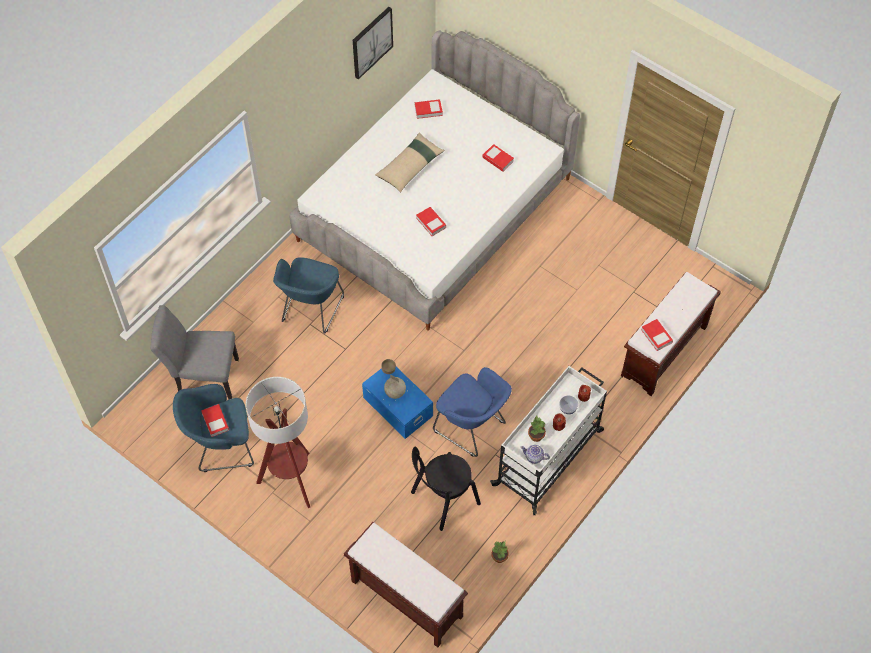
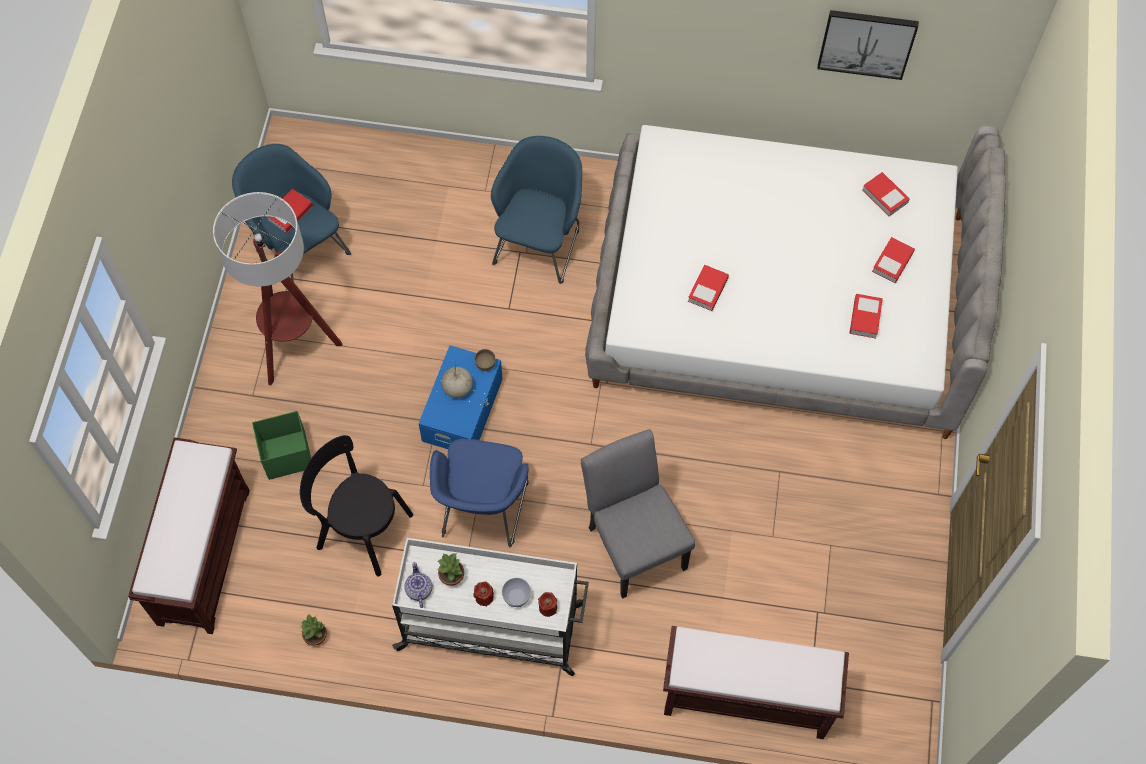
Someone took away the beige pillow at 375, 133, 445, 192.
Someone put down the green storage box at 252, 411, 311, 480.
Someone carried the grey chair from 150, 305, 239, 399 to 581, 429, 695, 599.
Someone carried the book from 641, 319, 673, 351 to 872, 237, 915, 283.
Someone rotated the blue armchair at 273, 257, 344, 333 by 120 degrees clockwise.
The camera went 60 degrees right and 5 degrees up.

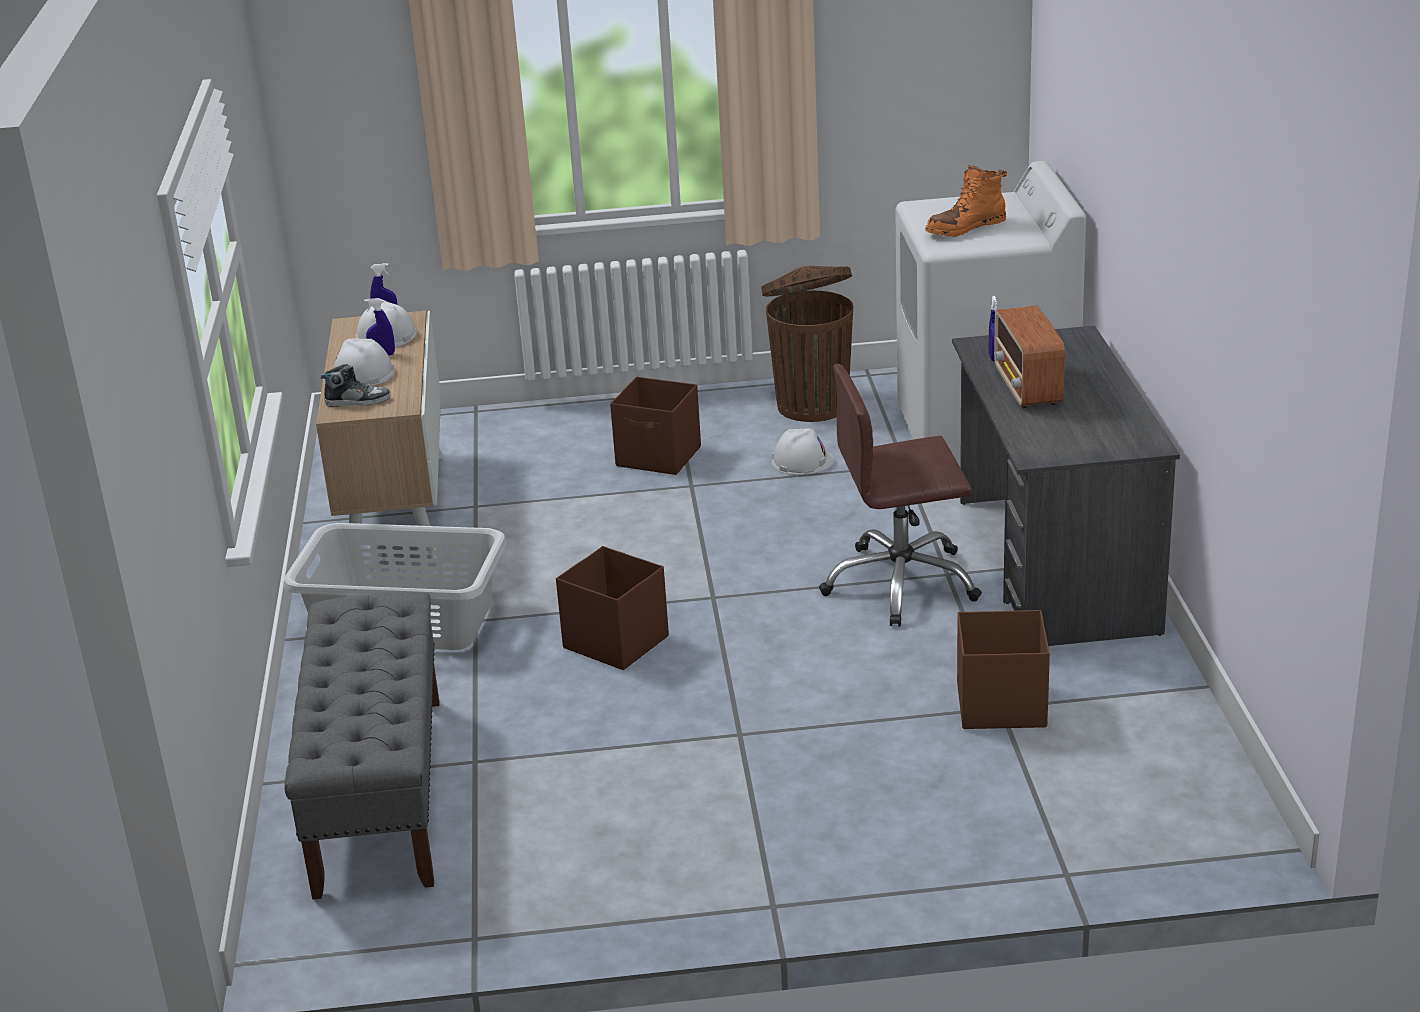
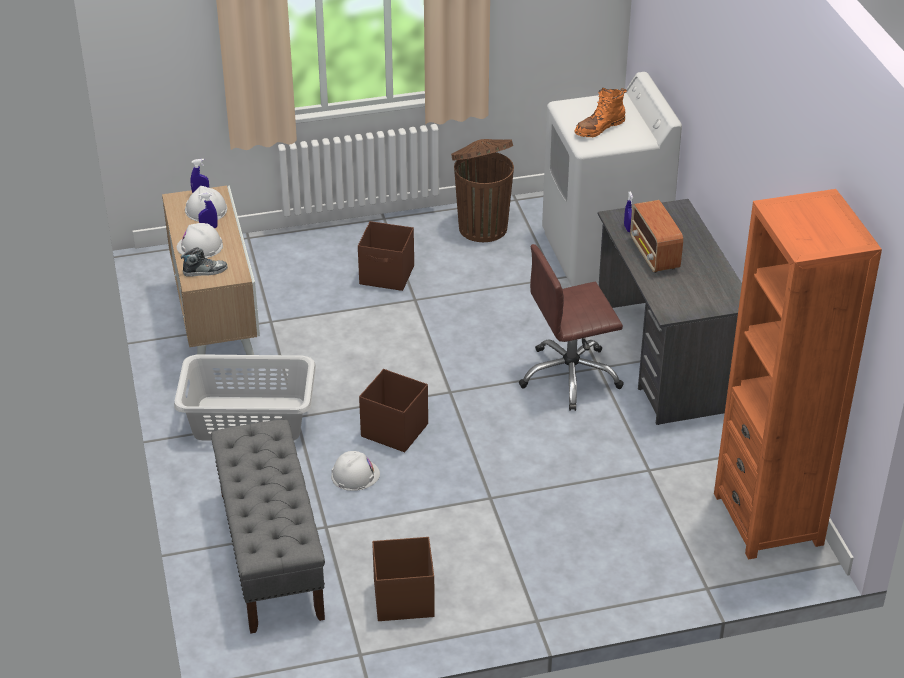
Someone put down the orange bookcase at 714, 189, 882, 560.
Someone carried the white hard hat from 771, 429, 835, 475 to 331, 451, 380, 491.
Someone carried the brown storage box from 957, 610, 1050, 729 to 372, 537, 435, 621.
The camera went 10 degrees left and 10 degrees up.

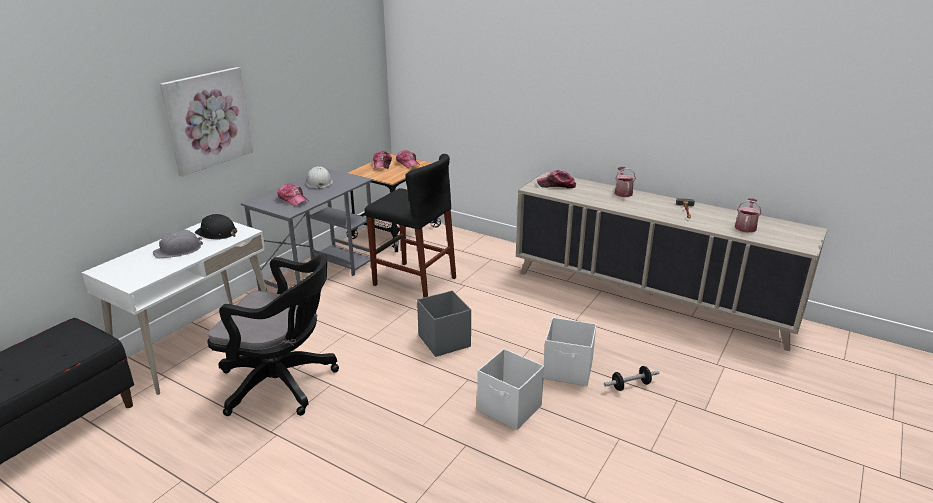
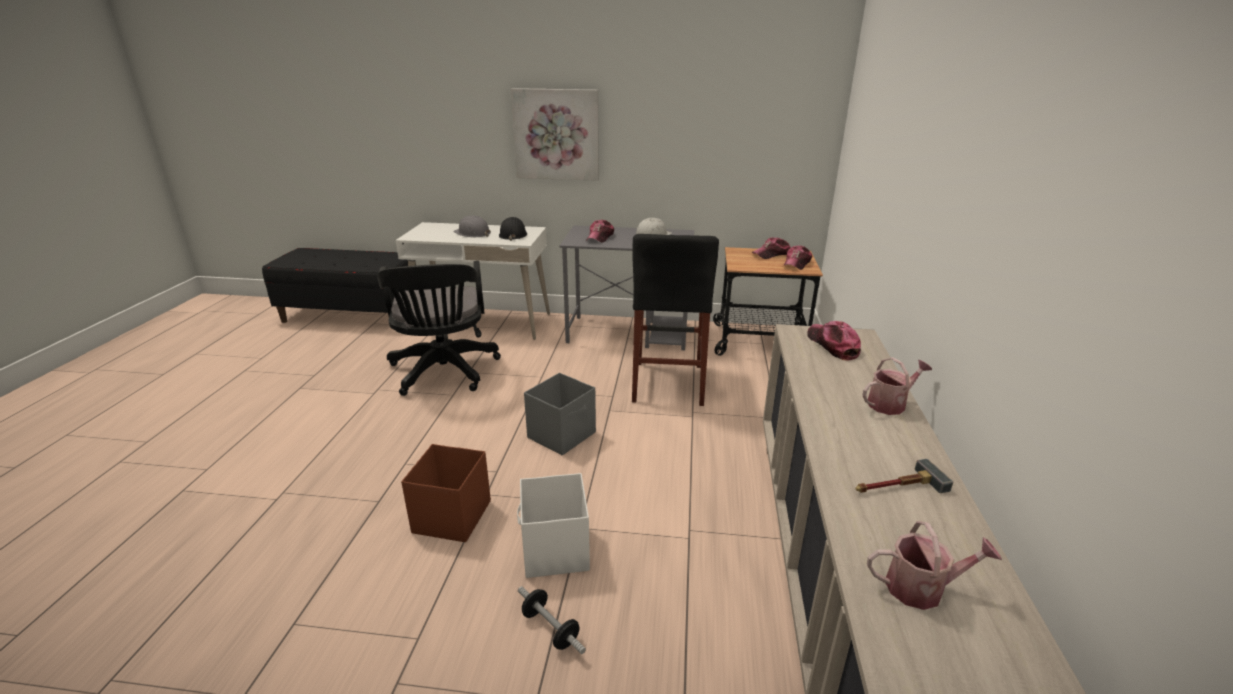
Someone repainted the white storage box at 477, 349, 544, 430, which became the brown storage box at 401, 444, 491, 542.
The camera went 65 degrees right and 0 degrees up.

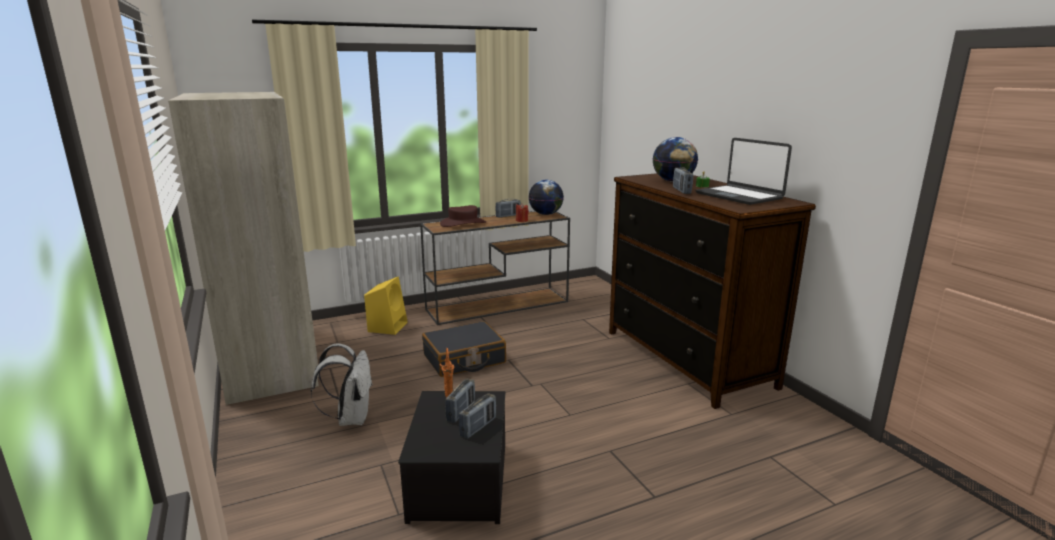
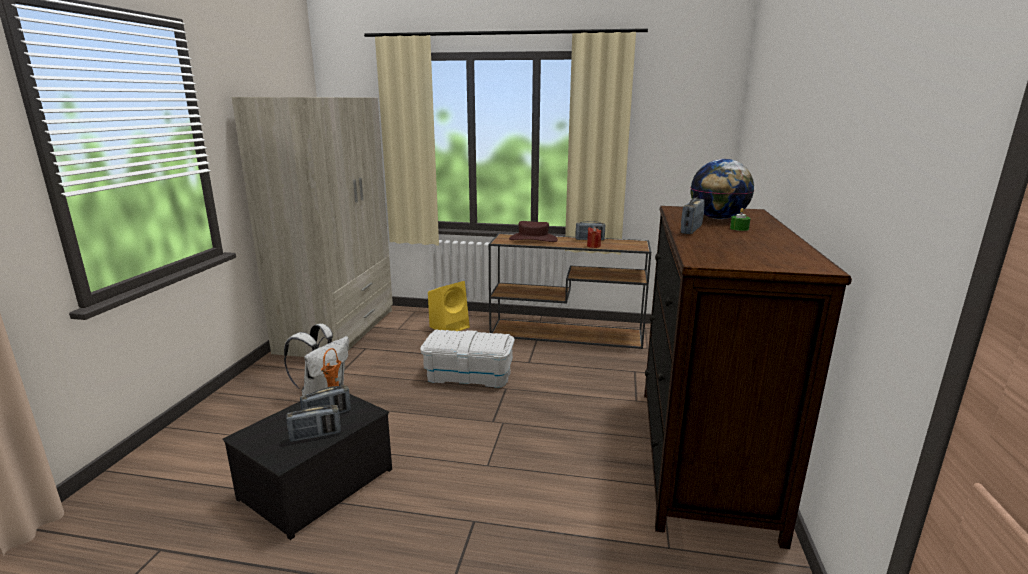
Someone took away the globe at 529, 180, 564, 215.
Someone took away the laptop at 695, 138, 792, 205.
Someone swapped the black suitcase at 422, 321, 506, 377 for the white storage box at 420, 330, 515, 388.
The camera went 35 degrees right and 0 degrees up.

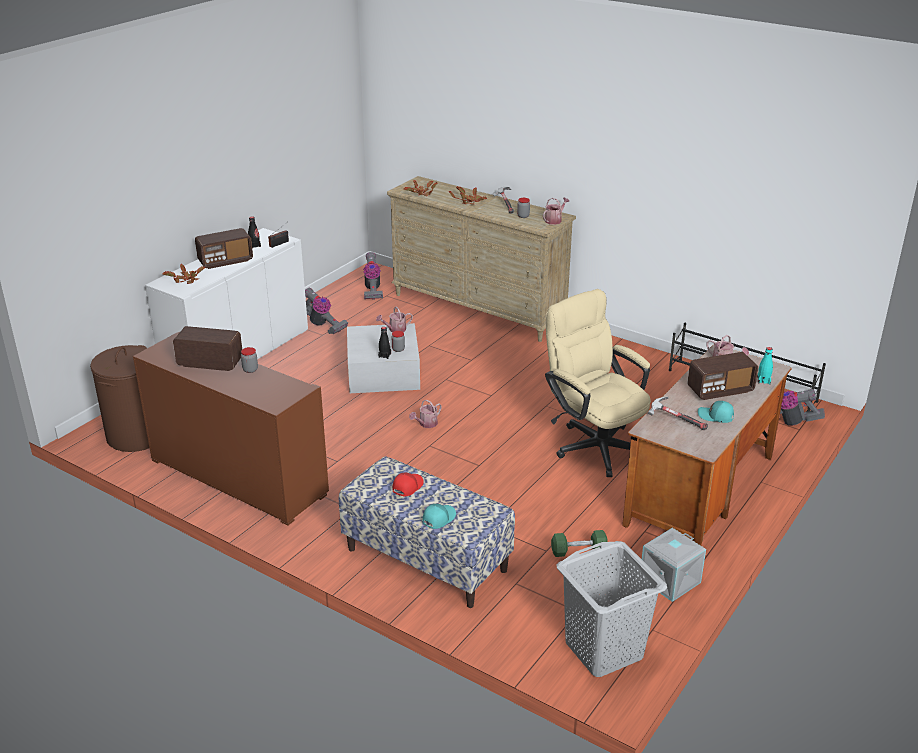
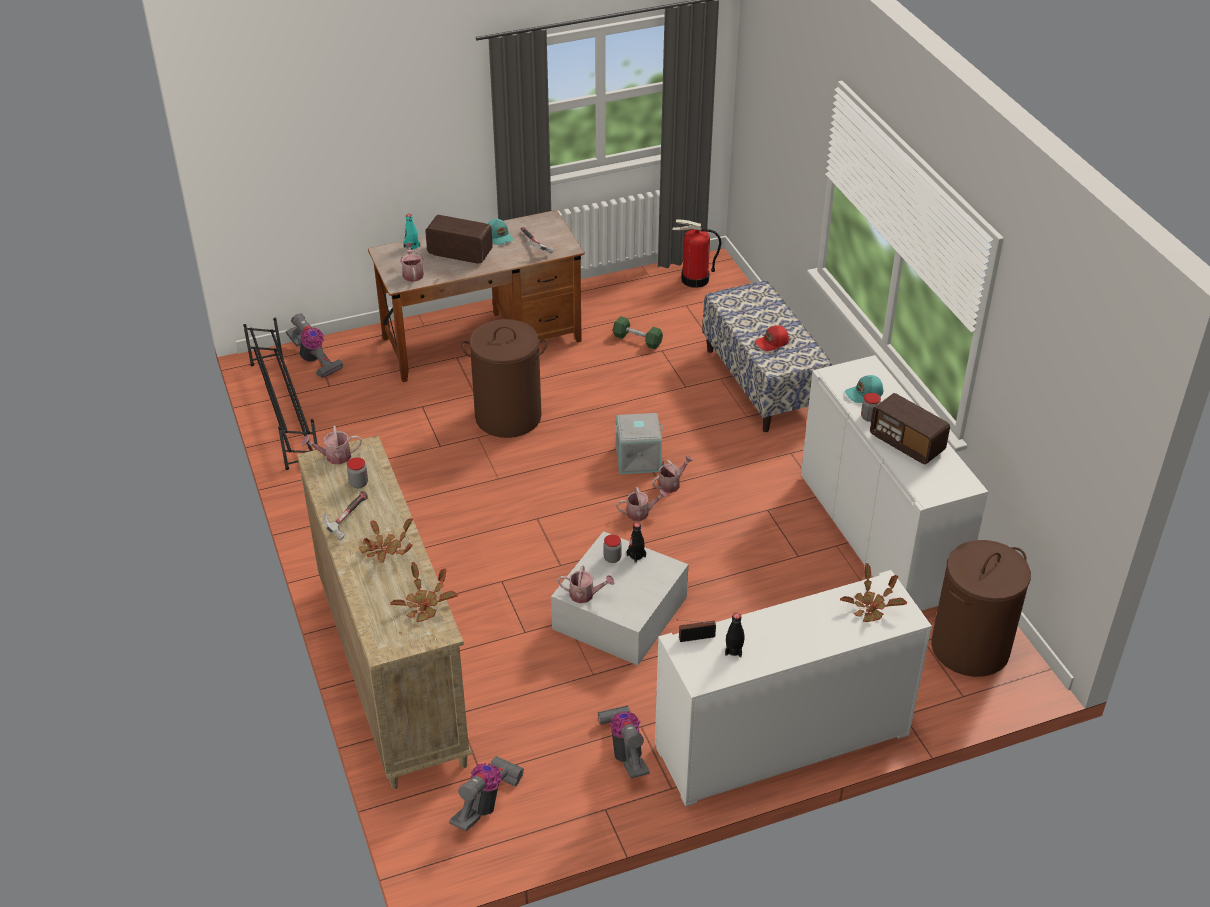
Someone took away the radio at 195, 228, 253, 269.
Someone put down the watering can at 652, 455, 694, 493.
Someone carried the turquoise cap from 422, 504, 456, 529 to 845, 375, 883, 403.
Someone carried the grey storage box from 642, 528, 706, 602 to 615, 413, 663, 474.
Someone swapped the beige office chair at 545, 289, 651, 477 for the brown laundry basket at 461, 319, 548, 438.
Someone swapped the grey laundry basket at 556, 541, 667, 677 for the fire extinguisher at 672, 220, 721, 288.
Someone repainted the brown cabinet at 133, 332, 329, 526, which became the white cabinet at 801, 355, 988, 611.
The camera went 145 degrees left and 10 degrees up.

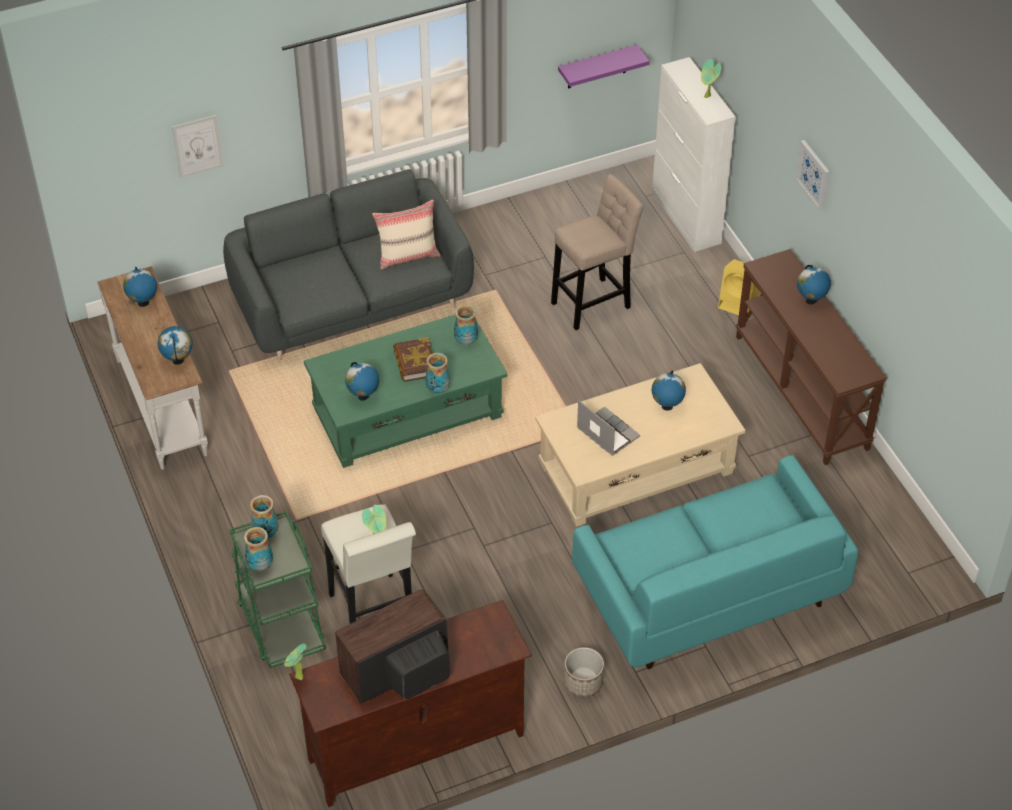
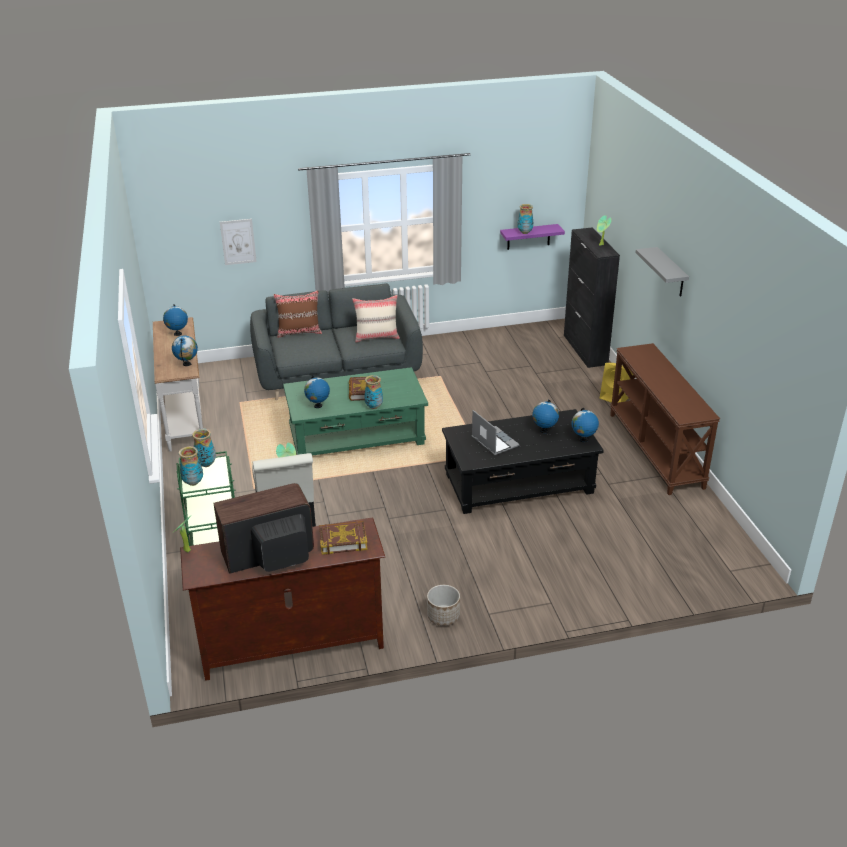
Someone took away the beige stool at 551, 174, 644, 330.
Someone took away the turquoise sofa at 572, 455, 858, 669.
Someone put down the brown pillow at 273, 290, 322, 338.
Someone put down the book at 319, 521, 368, 555.
Someone carried the vase from 454, 305, 478, 345 to 518, 204, 533, 234.
Someone carried the globe from 797, 265, 831, 304 to 572, 408, 599, 442.
Someone swapped the picture at 795, 140, 829, 211 for the grey shelf at 636, 247, 689, 297.
Someone repainted the beige coffee table at 535, 363, 745, 527, which became the black coffee table at 442, 409, 604, 514.
Someone repainted the white cabinet at 652, 57, 736, 252, which became the black cabinet at 564, 227, 620, 368.
The camera went 10 degrees right and 15 degrees down.

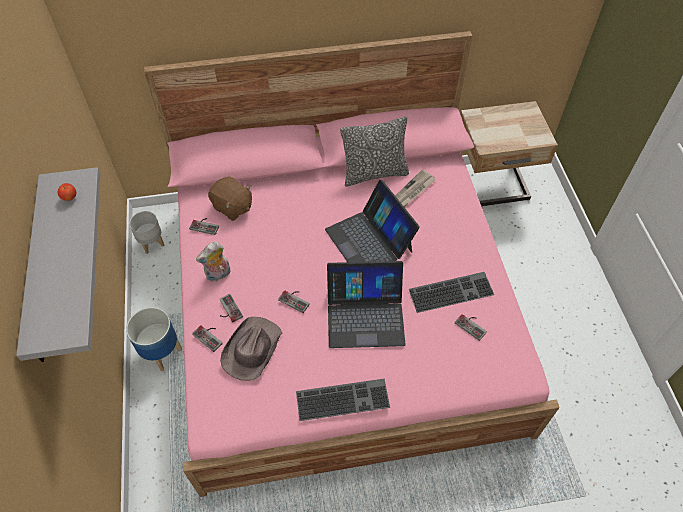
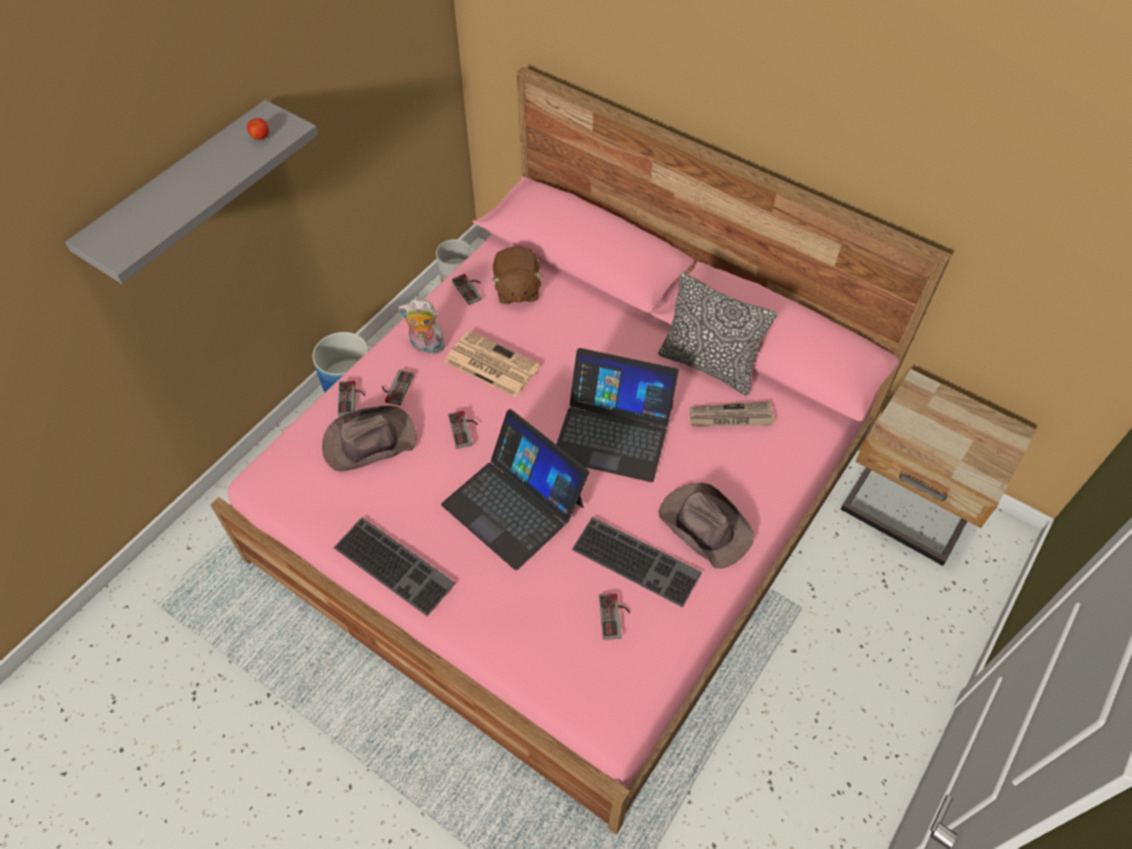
Someone put down the newspaper at 445, 330, 540, 398.
Someone put down the brown hat at 658, 483, 754, 569.
Someone rotated the laptop at 325, 180, 420, 262 by 90 degrees counterclockwise.
The camera went 45 degrees right and 0 degrees up.

